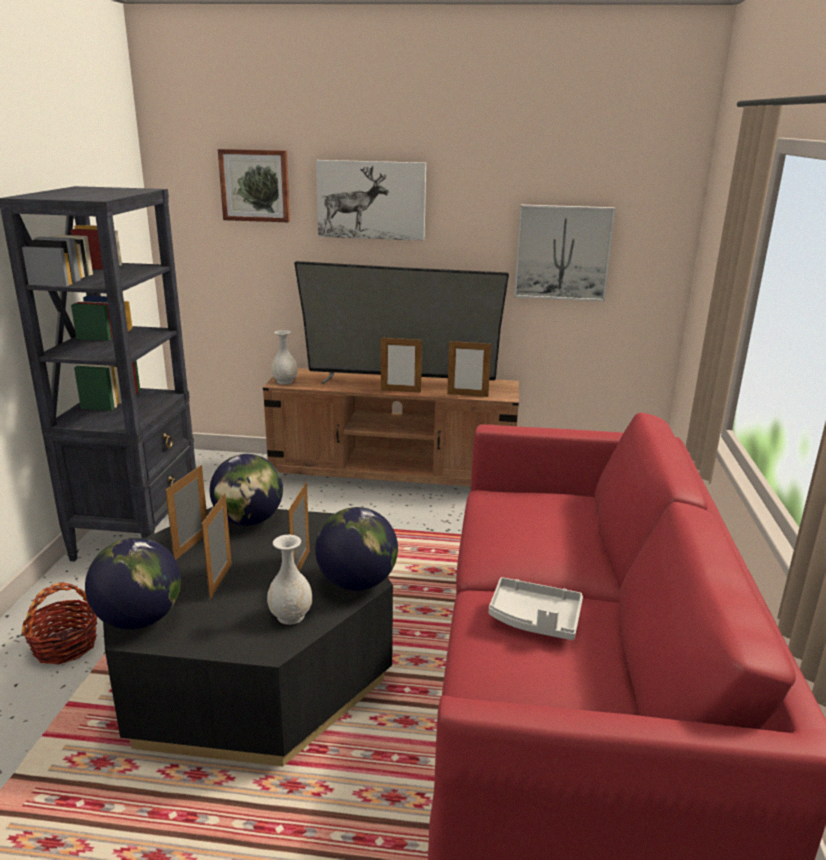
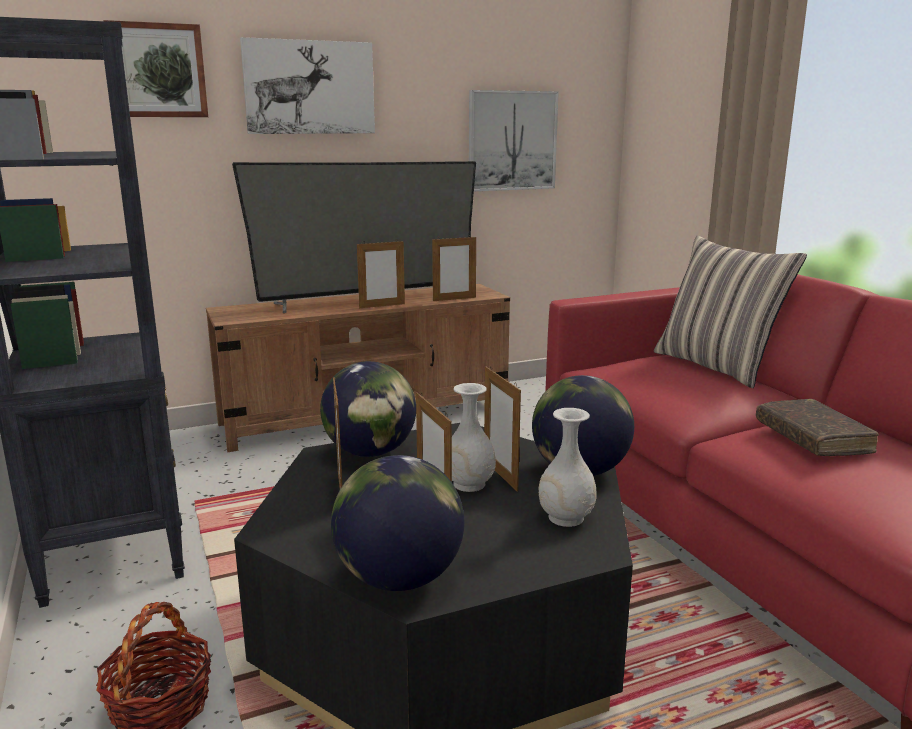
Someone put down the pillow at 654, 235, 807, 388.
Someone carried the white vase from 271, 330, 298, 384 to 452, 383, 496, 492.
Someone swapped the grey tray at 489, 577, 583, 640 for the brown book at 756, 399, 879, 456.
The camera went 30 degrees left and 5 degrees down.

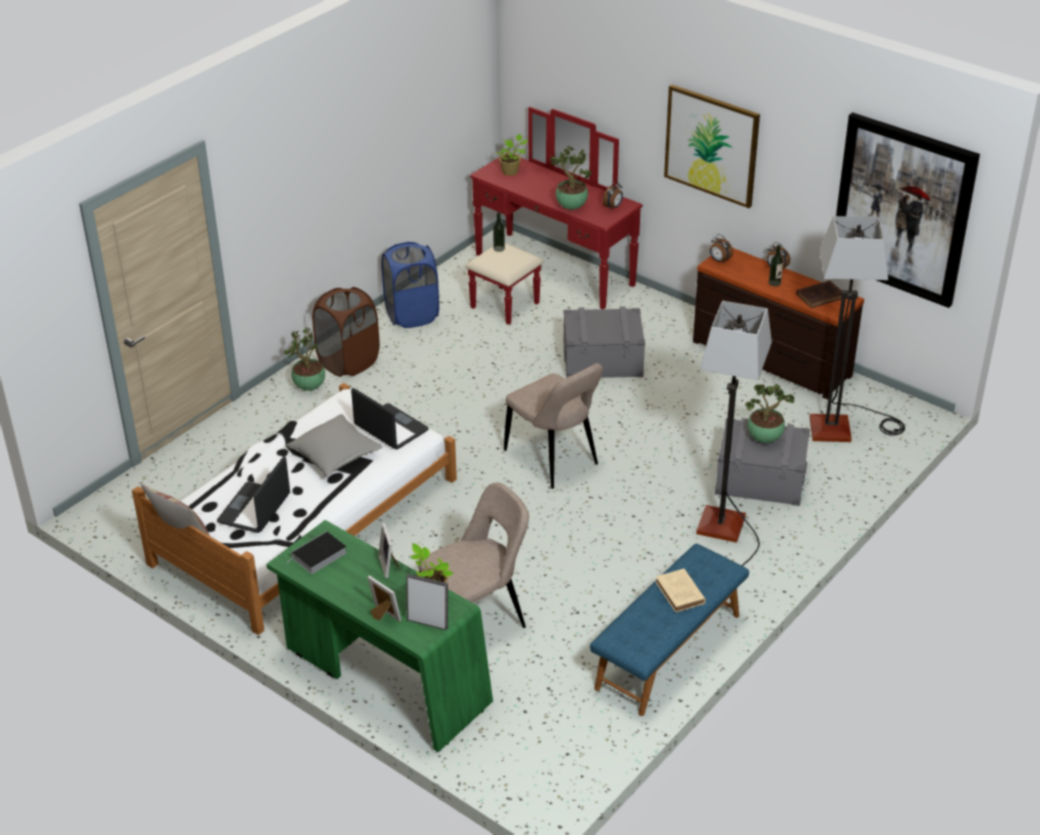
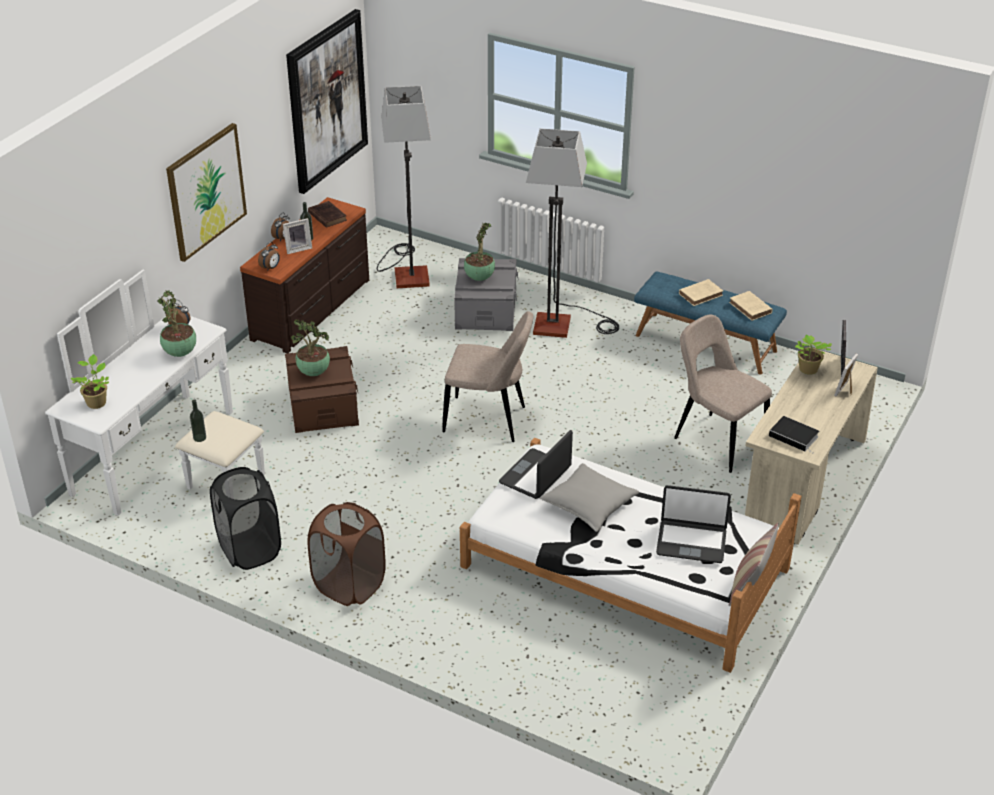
Someone put down the beige book at 729, 291, 773, 321.
Someone carried the potted plant from 284, 327, 325, 391 to 290, 319, 330, 376.
Someone carried the picture frame from 378, 523, 399, 578 to 283, 218, 312, 254.
Someone repainted the green desk at 266, 520, 493, 752, which became the beige desk at 745, 350, 878, 545.
Someone repainted the blue laundry basket at 381, 242, 439, 328, which became the black laundry basket at 210, 467, 281, 570.
Someone repainted the red dresser at 465, 107, 643, 325, which became the white dresser at 45, 270, 265, 516.
Someone repainted the grey storage box at 563, 307, 645, 378, which became the brown storage box at 285, 346, 359, 433.
Someone rotated the beige chair at 504, 363, 603, 489 by 60 degrees clockwise.
The camera went 100 degrees left and 0 degrees up.

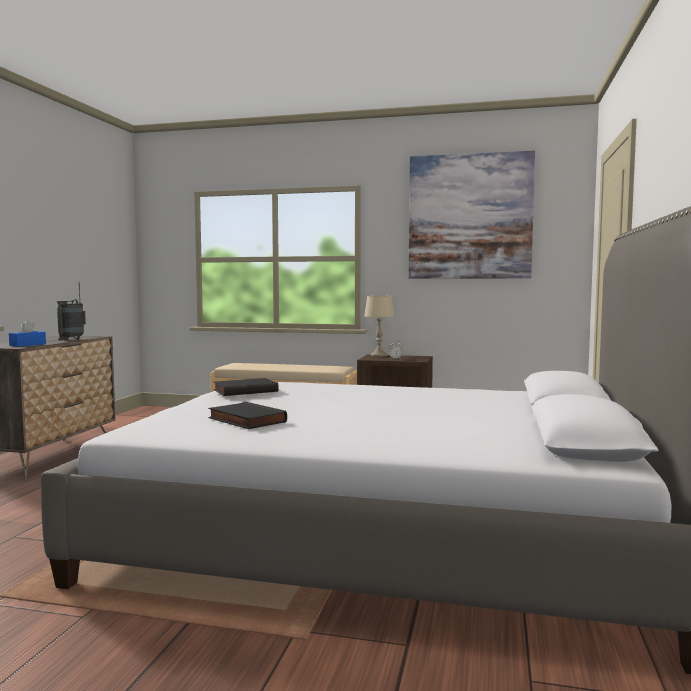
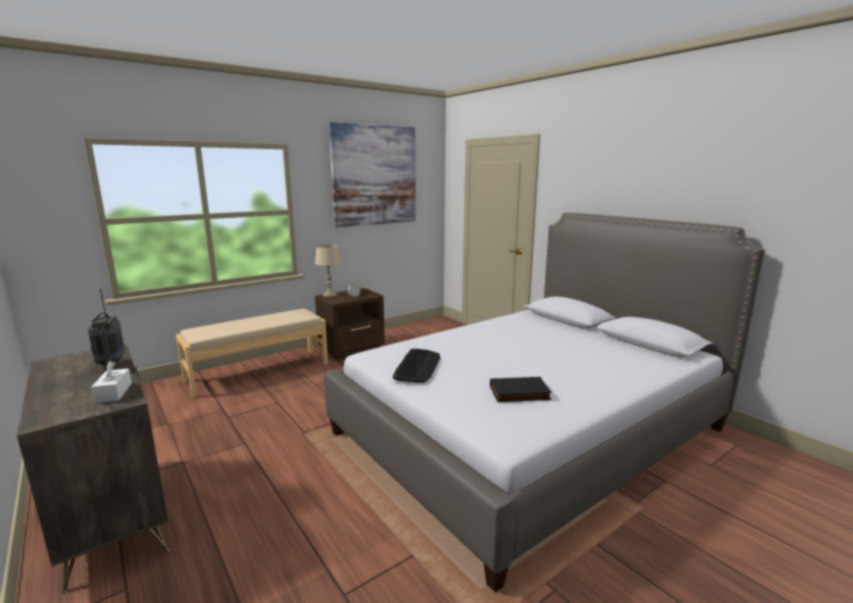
Someone swapped the black book at 213, 378, 279, 396 for the keyboard at 393, 349, 440, 383.
Someone repainted the blue tissue box at 9, 320, 46, 347, which became the white tissue box at 91, 361, 132, 403.
The camera went 50 degrees left and 10 degrees up.

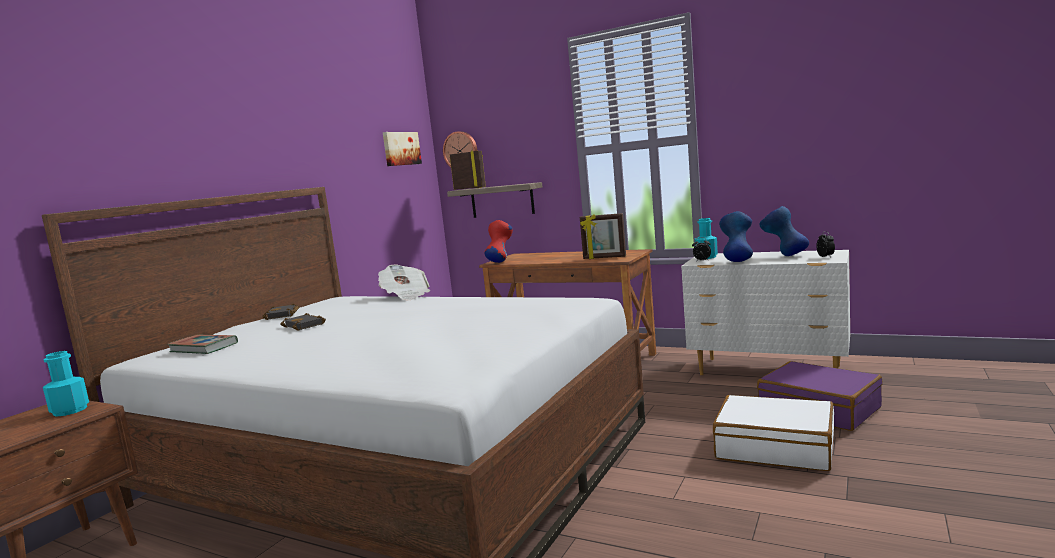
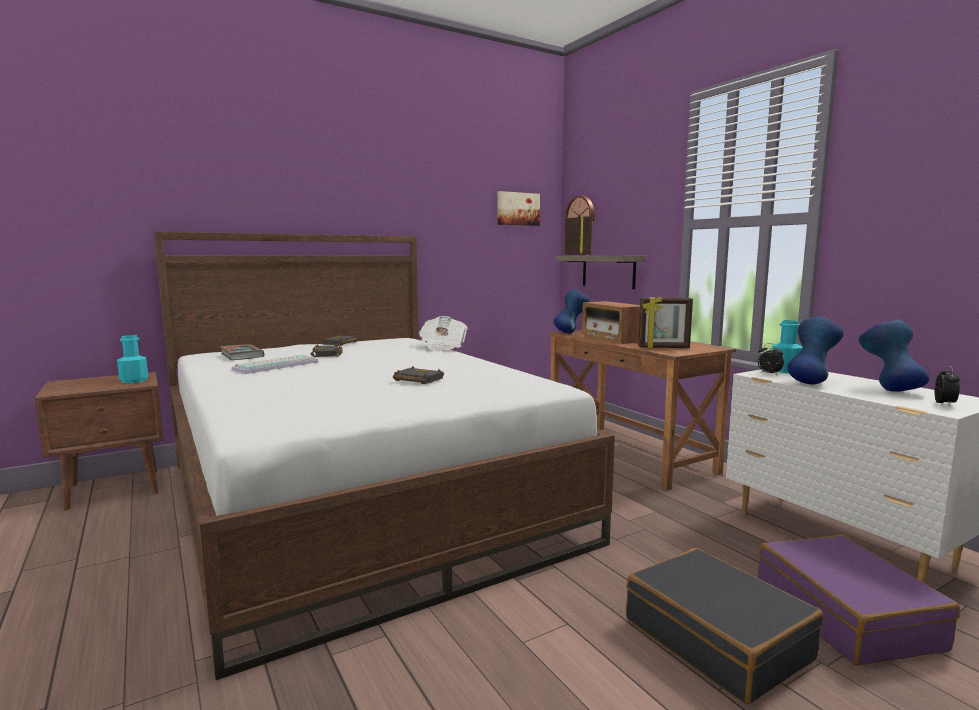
Someone put down the keyboard at 231, 355, 319, 374.
Someone put down the black book at 393, 366, 444, 384.
Someone put down the radio at 582, 301, 640, 344.
Someone repainted the red vase at 484, 220, 513, 263, which became the blue vase at 553, 289, 590, 334.
Someone repainted the white suitcase at 713, 395, 834, 471, which became the black suitcase at 626, 548, 823, 704.
Someone rotated the picture frame at 580, 213, 626, 259 by 45 degrees counterclockwise.
The camera went 30 degrees right and 0 degrees up.

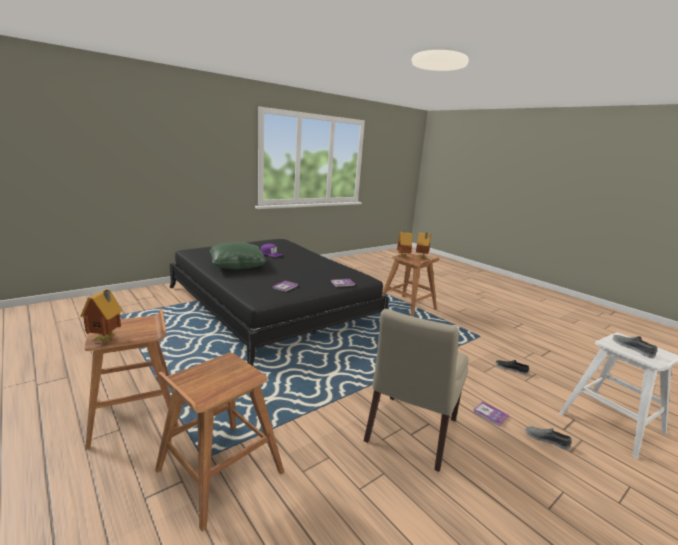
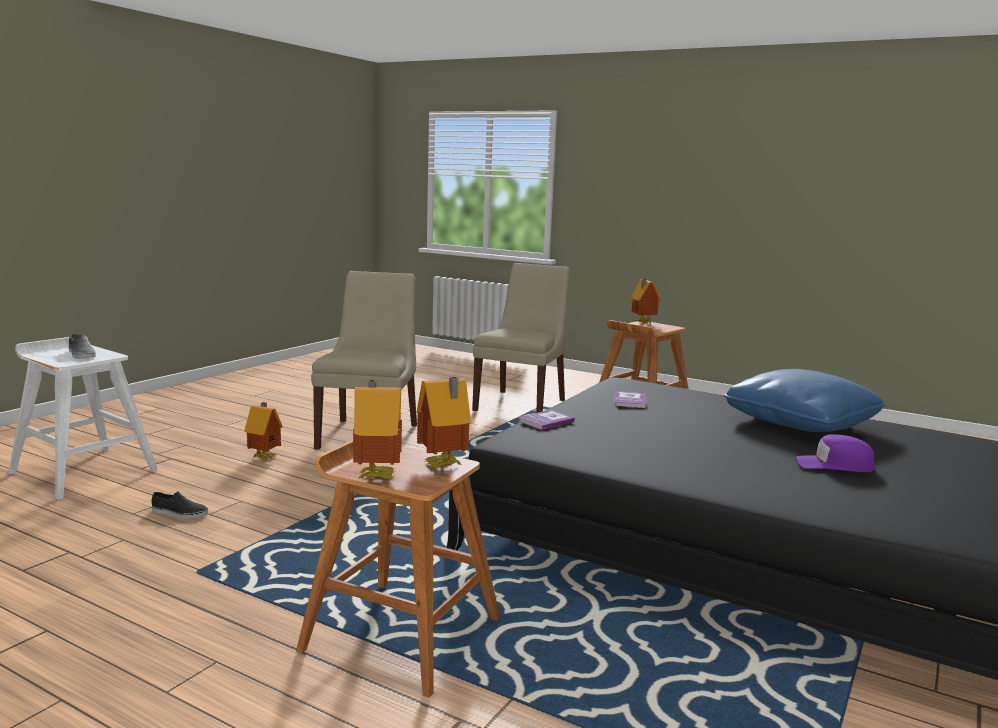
Someone took away the grey shoe at 525, 426, 572, 450.
Someone swapped the brown stool at 155, 353, 284, 532 for the beige chair at 472, 263, 570, 413.
Someone swapped the book at 473, 402, 509, 427 for the toy house at 244, 402, 283, 460.
Someone repainted the green pillow at 210, 242, 266, 269, which became the blue pillow at 724, 369, 886, 432.
The camera went 160 degrees right and 5 degrees down.

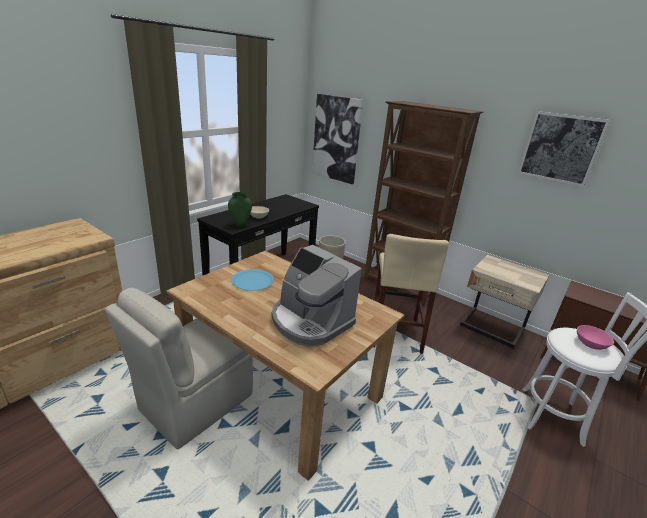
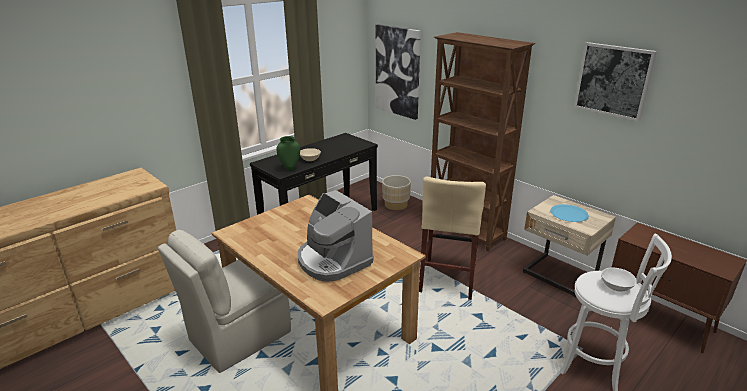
Someone carried the blue plate from 231, 269, 274, 291 to 550, 204, 589, 222.
Someone repainted the pink bowl at 577, 325, 614, 350, which became the white bowl at 601, 267, 637, 292.
The camera went 10 degrees right and 0 degrees up.

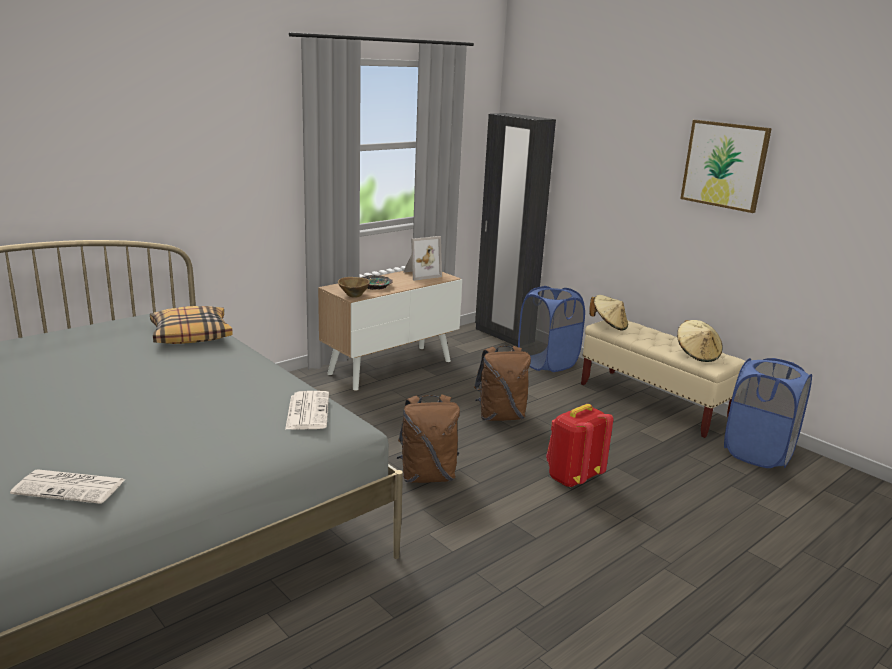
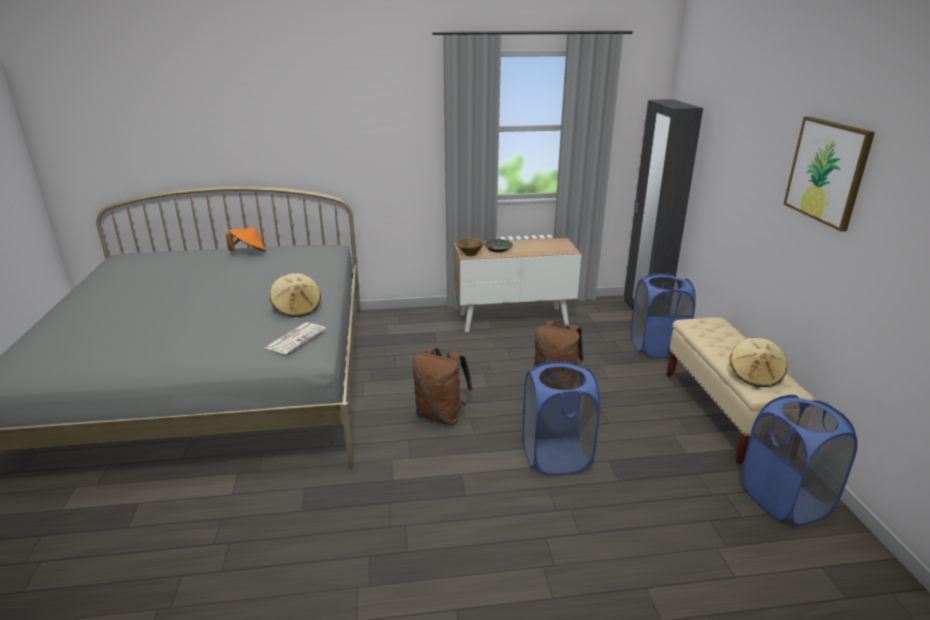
Someone took away the newspaper at 10, 469, 126, 504.
Someone took away the pillow at 150, 306, 233, 344.
Someone took away the picture frame at 403, 236, 442, 281.
Someone put down the orange hat at 226, 227, 266, 252.
Someone carried the beige hat from 589, 295, 628, 330 to 269, 273, 321, 317.
Someone swapped the red backpack at 546, 404, 613, 487 for the blue laundry basket at 523, 361, 600, 475.
The camera went 35 degrees right and 5 degrees up.

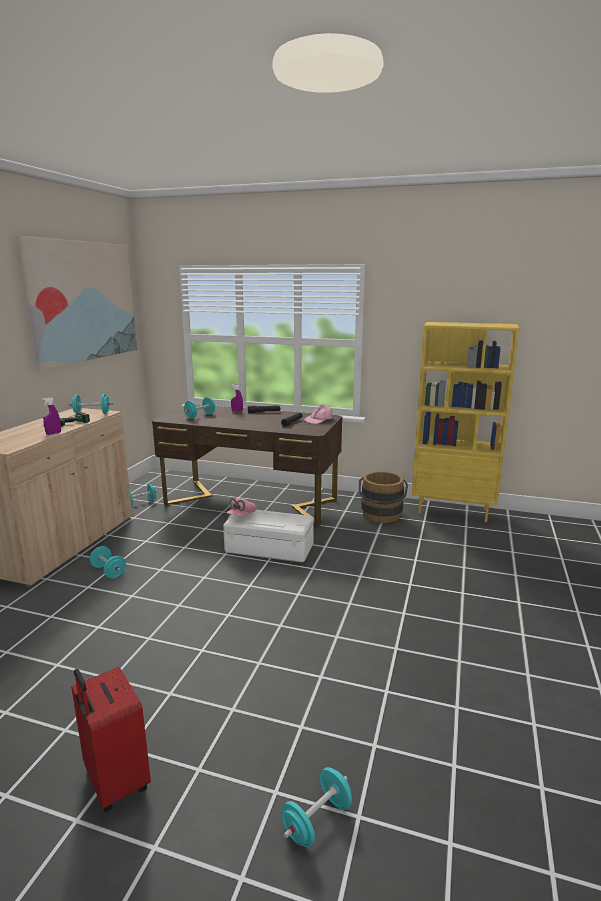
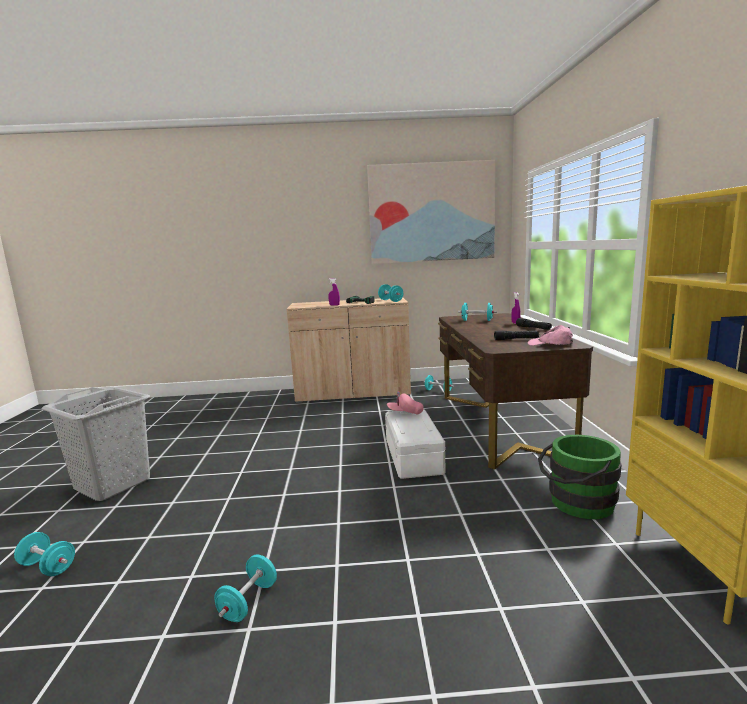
Someone carried the turquoise dumbbell from 90, 546, 126, 579 to 214, 555, 277, 622.
Someone swapped the red suitcase at 71, 667, 151, 812 for the grey laundry basket at 41, 387, 150, 501.
Someone repainted the brown bucket at 359, 471, 408, 523, which became the green bucket at 538, 435, 622, 519.
The camera went 70 degrees right and 5 degrees down.

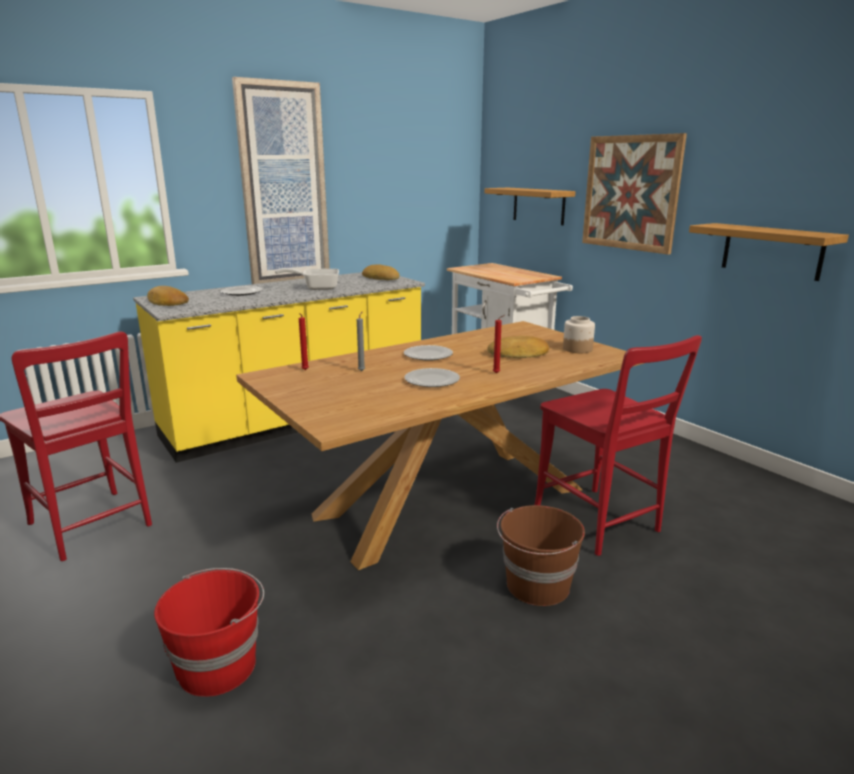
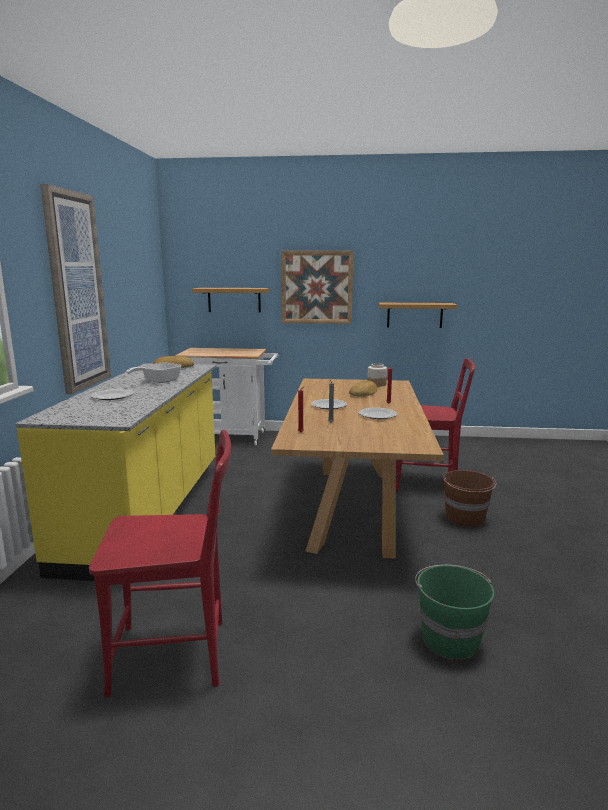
Someone took away the bread at 147, 286, 189, 306.
Someone repainted the red bucket at 154, 568, 264, 697, which became the green bucket at 415, 565, 494, 659.
The camera went 50 degrees left and 5 degrees down.

